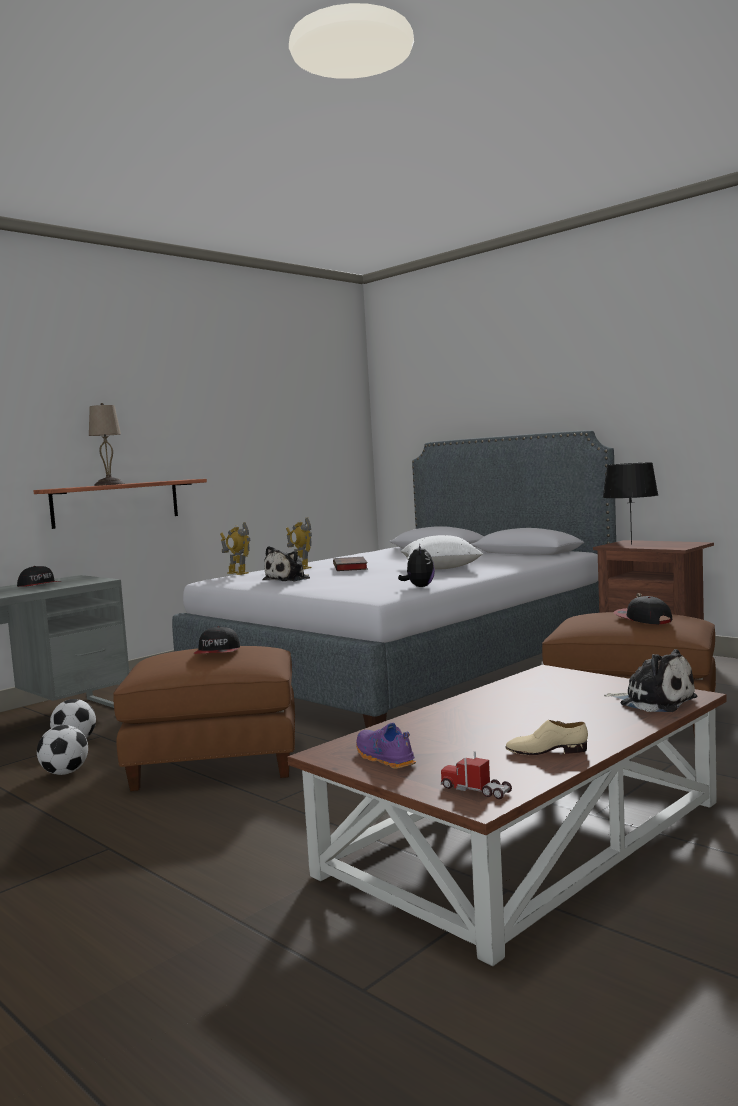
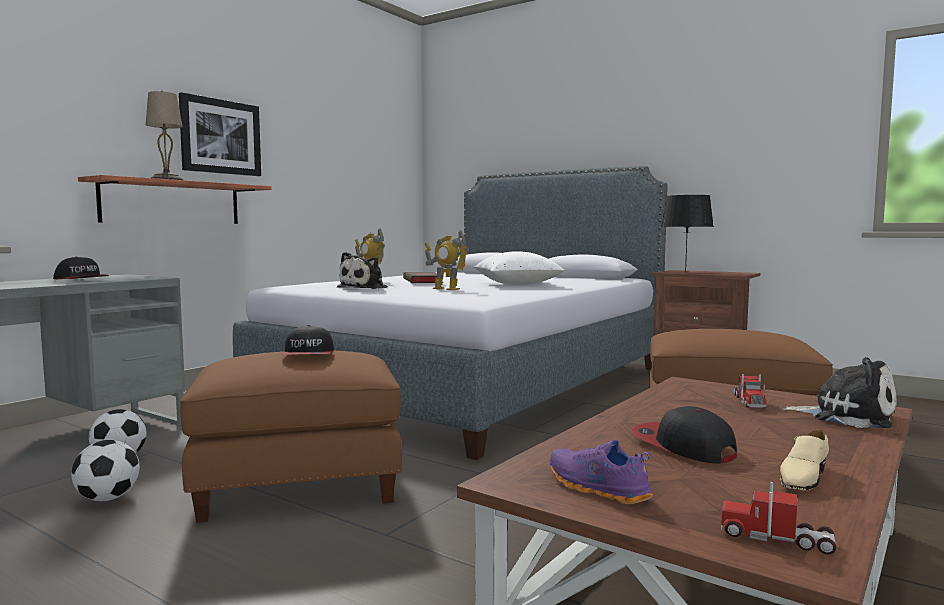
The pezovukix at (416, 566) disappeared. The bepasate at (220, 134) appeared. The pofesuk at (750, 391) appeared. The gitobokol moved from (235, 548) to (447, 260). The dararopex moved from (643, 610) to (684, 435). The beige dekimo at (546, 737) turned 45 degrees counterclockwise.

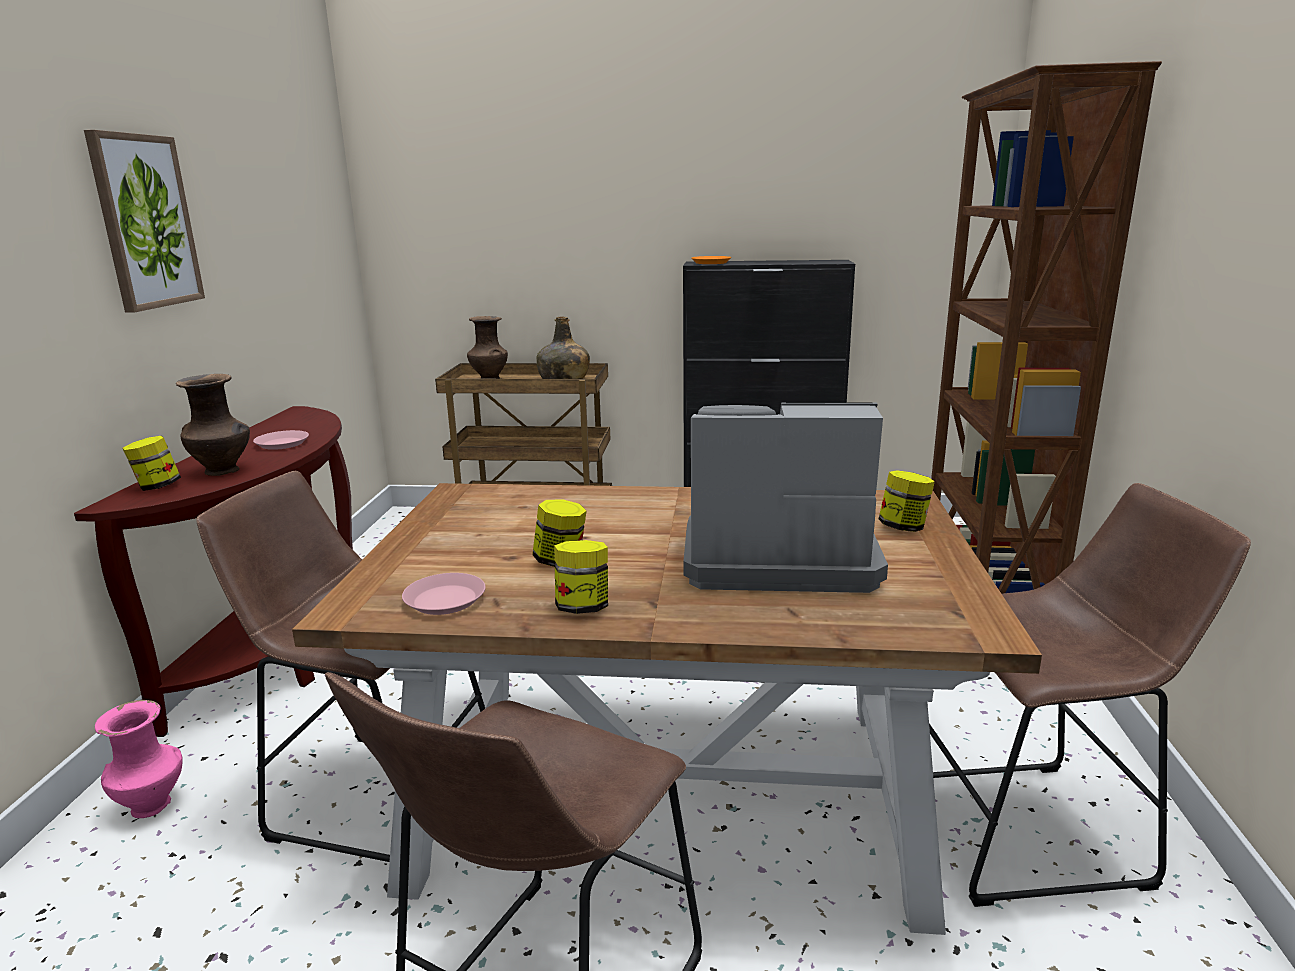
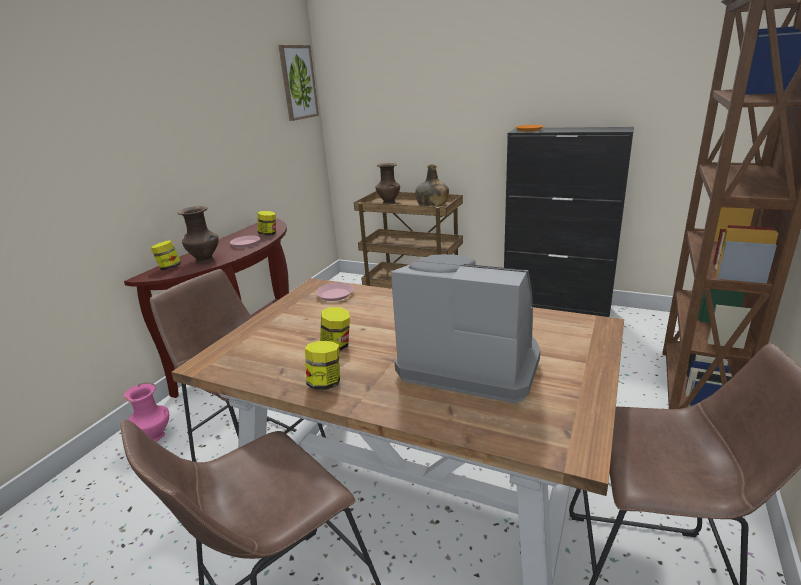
The bepasate moved from (144, 221) to (298, 83). The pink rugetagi moved from (444, 594) to (335, 292). The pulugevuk moved from (906, 501) to (266, 223).

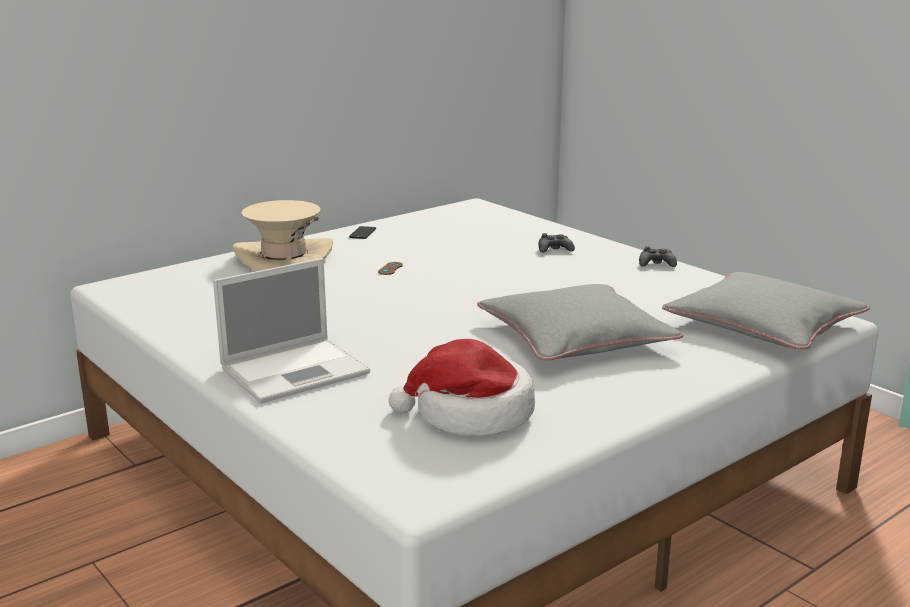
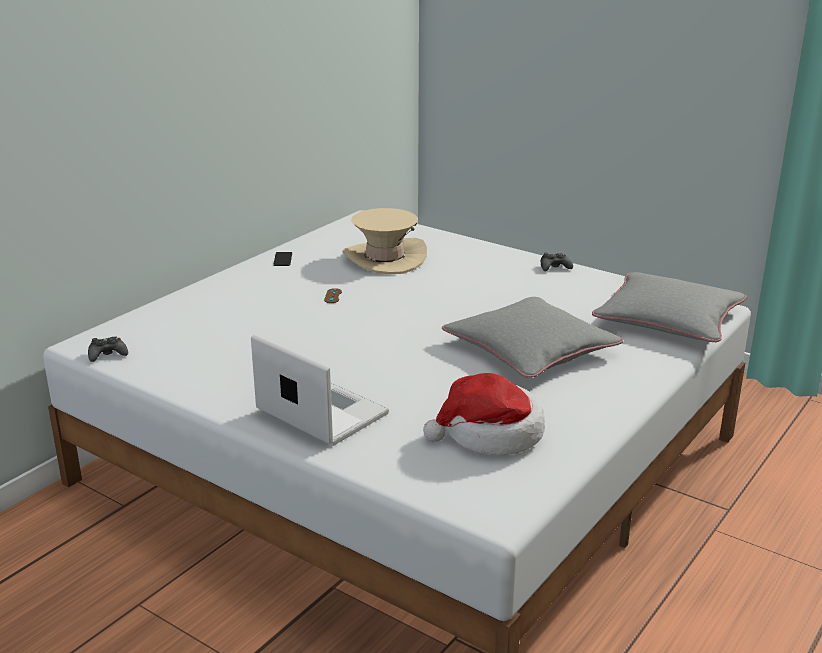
The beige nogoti moved from (283, 235) to (385, 241). The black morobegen moved from (557, 243) to (108, 349). The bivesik at (291, 331) turned 90 degrees counterclockwise.

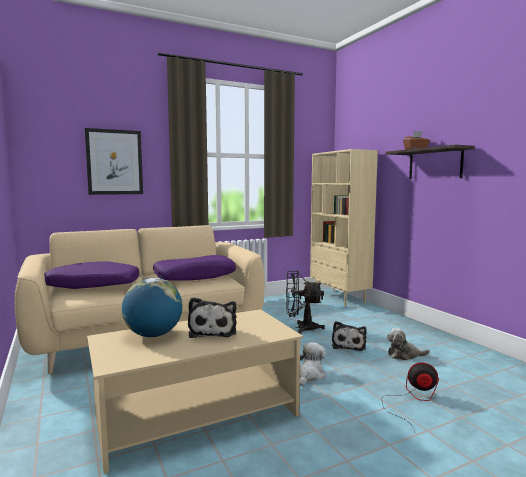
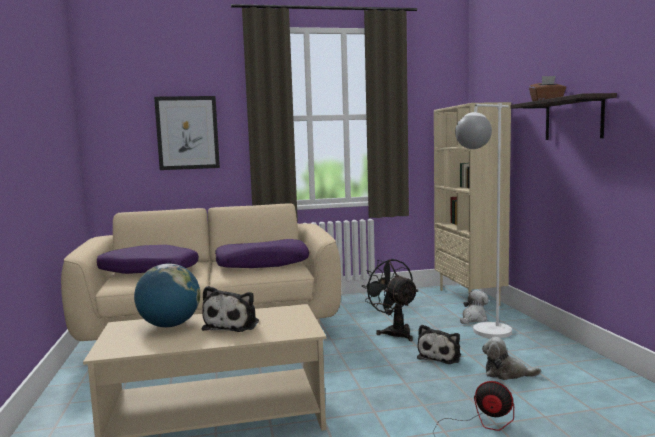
The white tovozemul at (483, 220) appeared. The pezovukix moved from (313, 363) to (474, 307). The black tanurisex at (305, 302) turned 45 degrees clockwise.

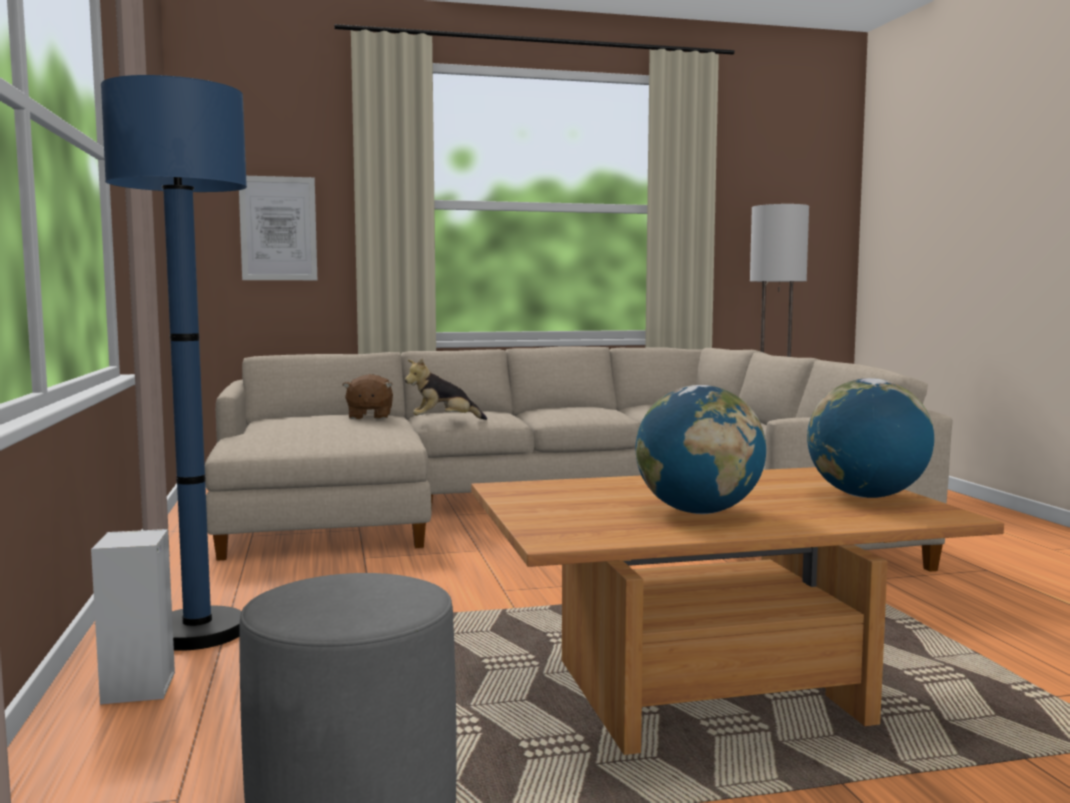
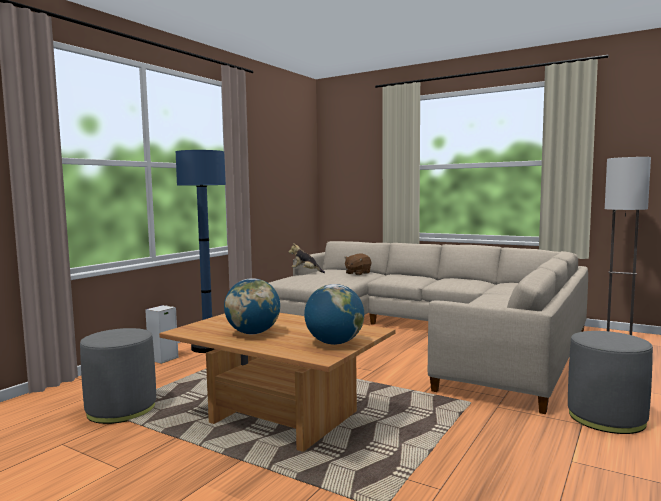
The bepasate at (278, 228) disappeared. The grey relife at (610, 382) appeared. The pezovukix moved from (446, 389) to (307, 258).

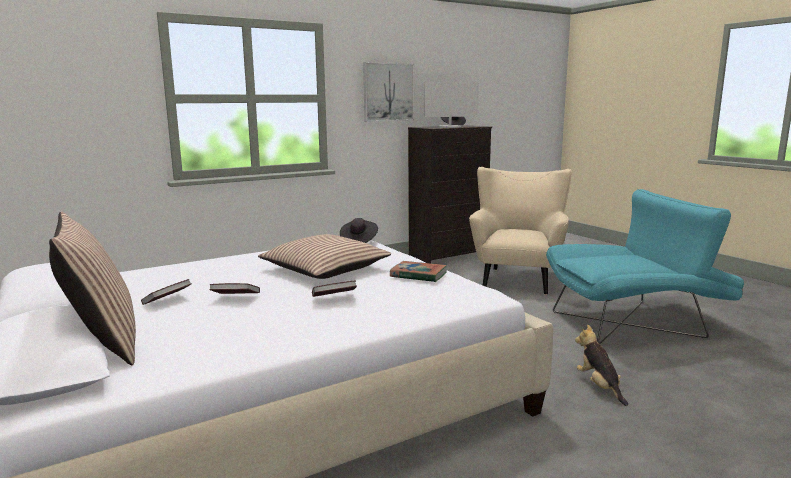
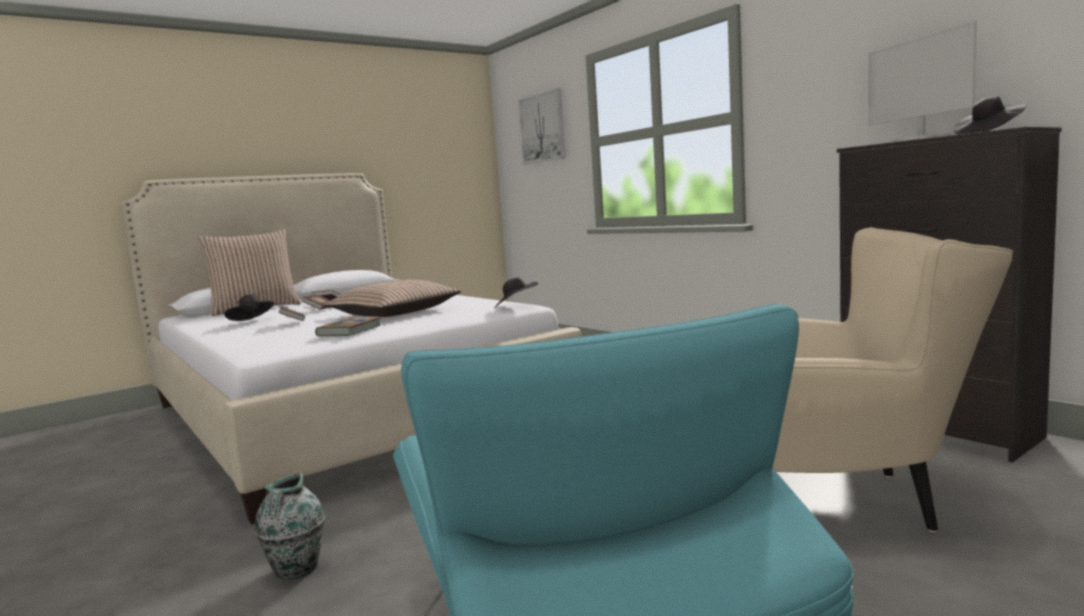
The black nogoti at (249, 307) appeared. The bepasate moved from (388, 92) to (542, 126). The pezovukix at (601, 365) was replaced by the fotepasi at (290, 526).

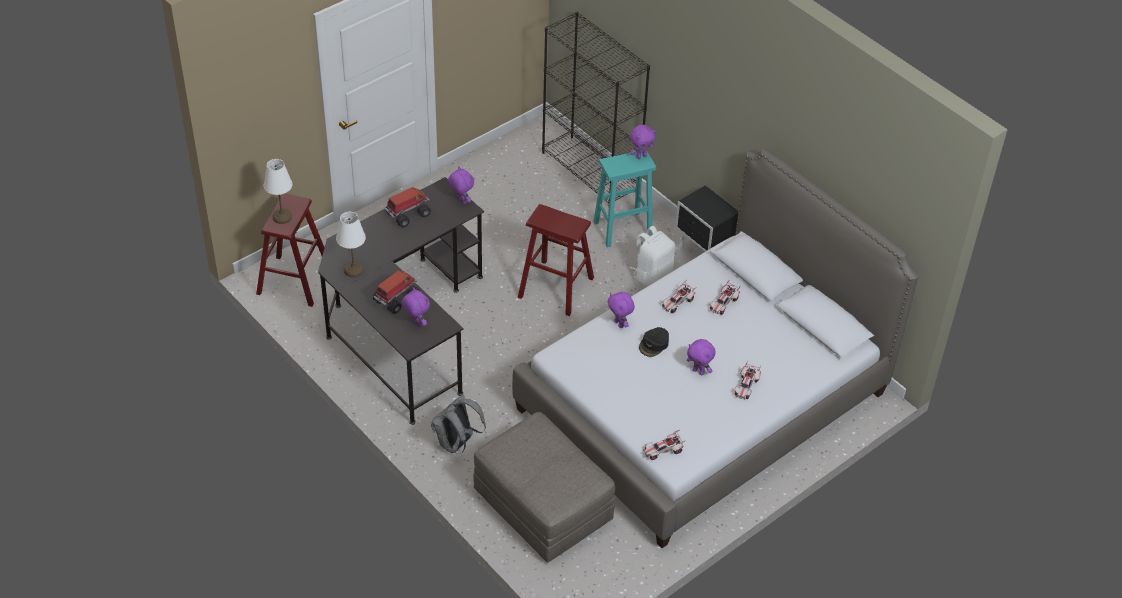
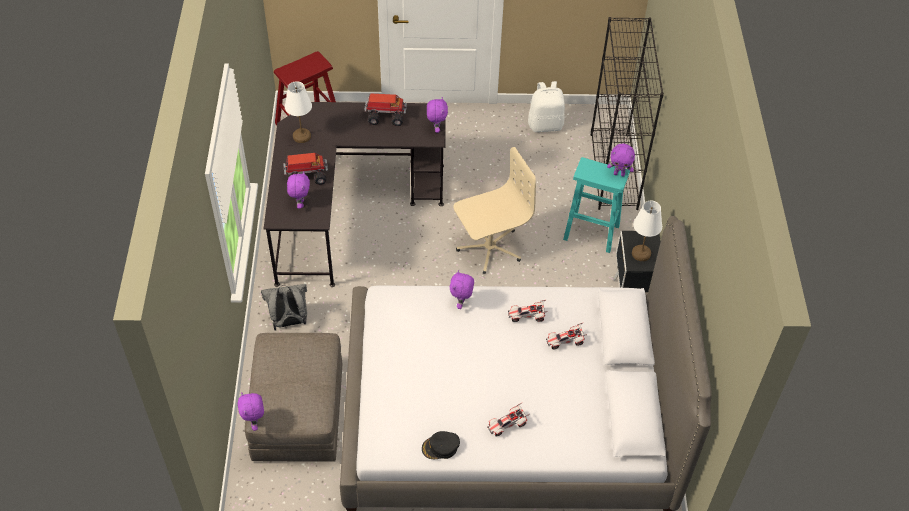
The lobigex at (664, 445) disappeared. The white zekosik moved from (278, 191) to (647, 231). The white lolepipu moved from (652, 256) to (546, 106). The black dararopex moved from (654, 342) to (441, 445). The purple pezovukix moved from (701, 357) to (251, 412). The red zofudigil at (556, 260) was replaced by the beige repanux at (494, 210).

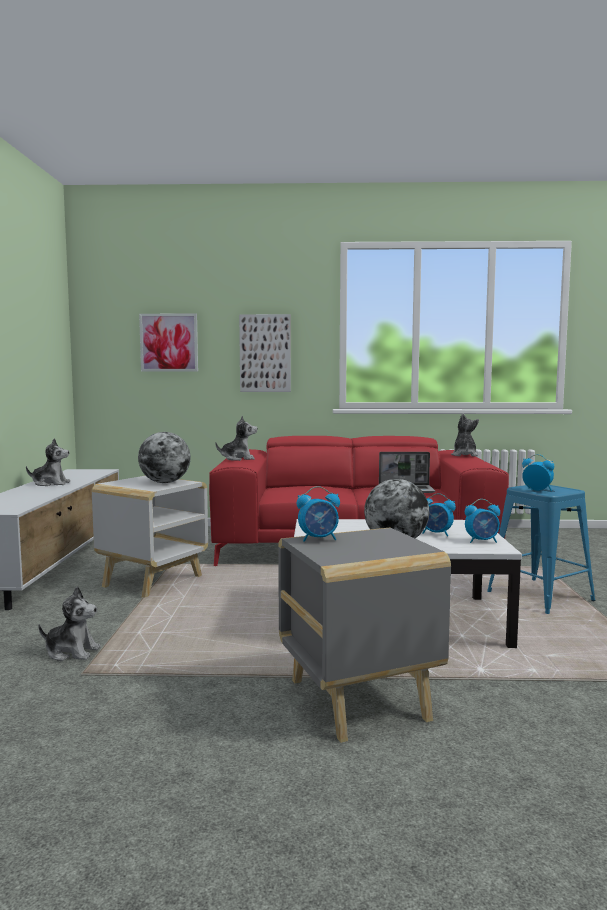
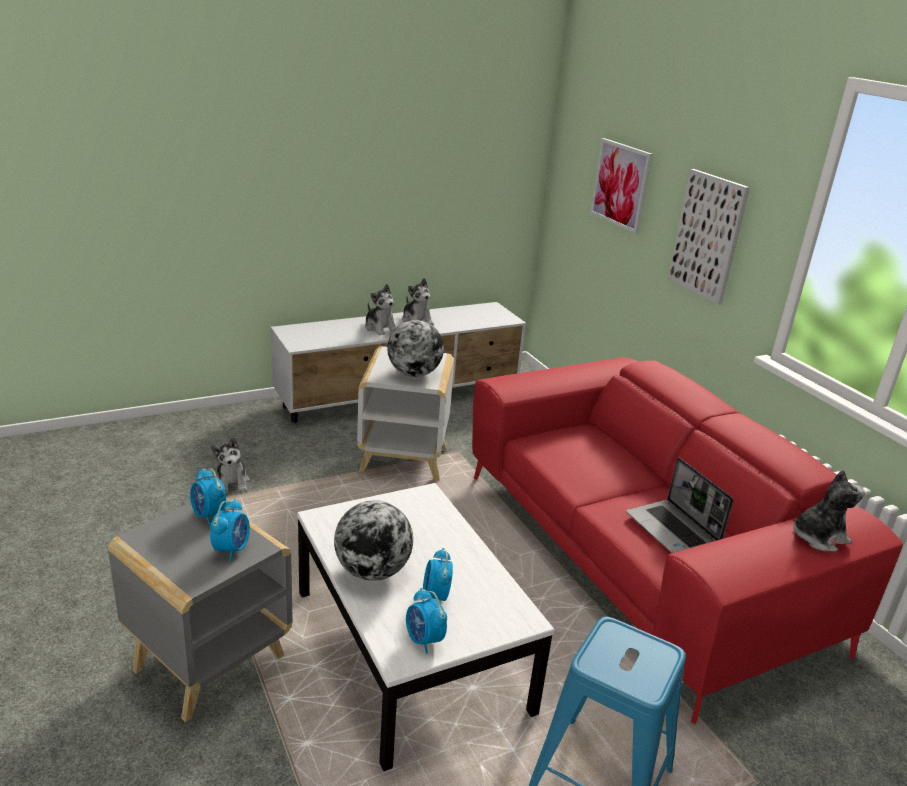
The pezovukix moved from (236, 438) to (380, 310). The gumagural moved from (538, 472) to (230, 530).

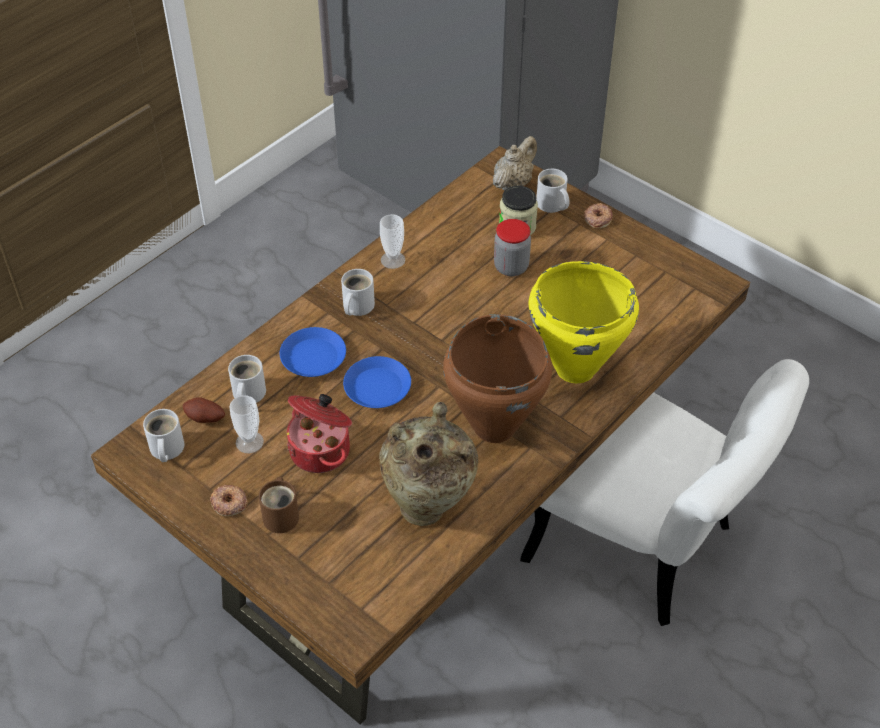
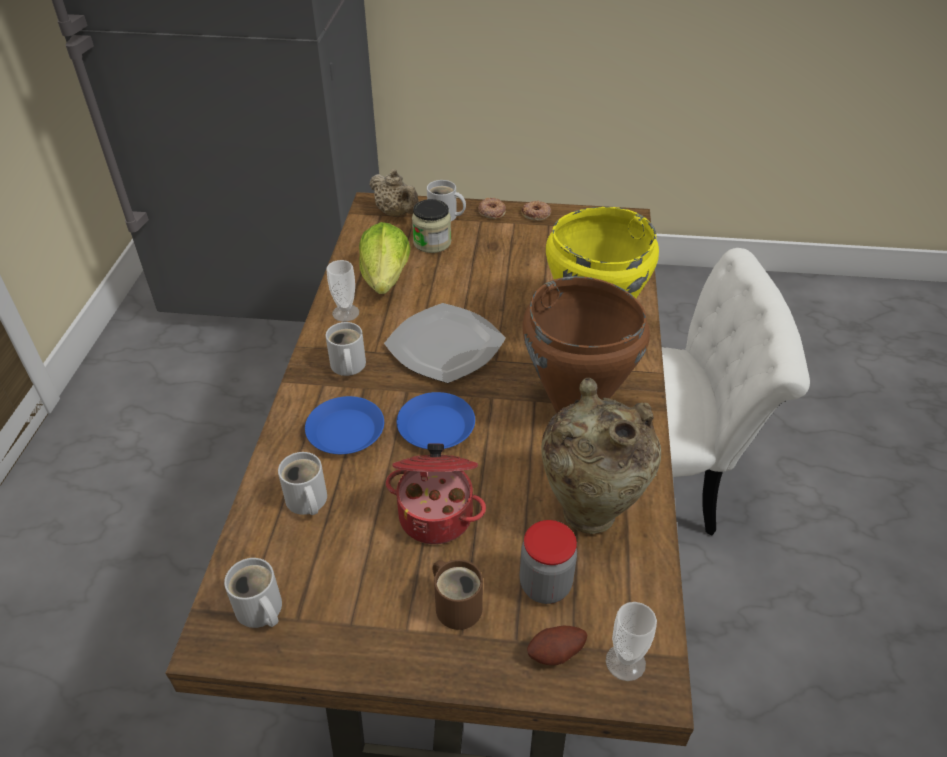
The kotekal at (384, 258) appeared. The rugetagi at (445, 343) appeared. The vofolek moved from (204, 410) to (557, 645). The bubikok moved from (229, 500) to (536, 211). The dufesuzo moved from (246, 424) to (631, 641). The pulugevuk moved from (512, 247) to (548, 562). The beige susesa at (515, 163) turned 135 degrees clockwise.

